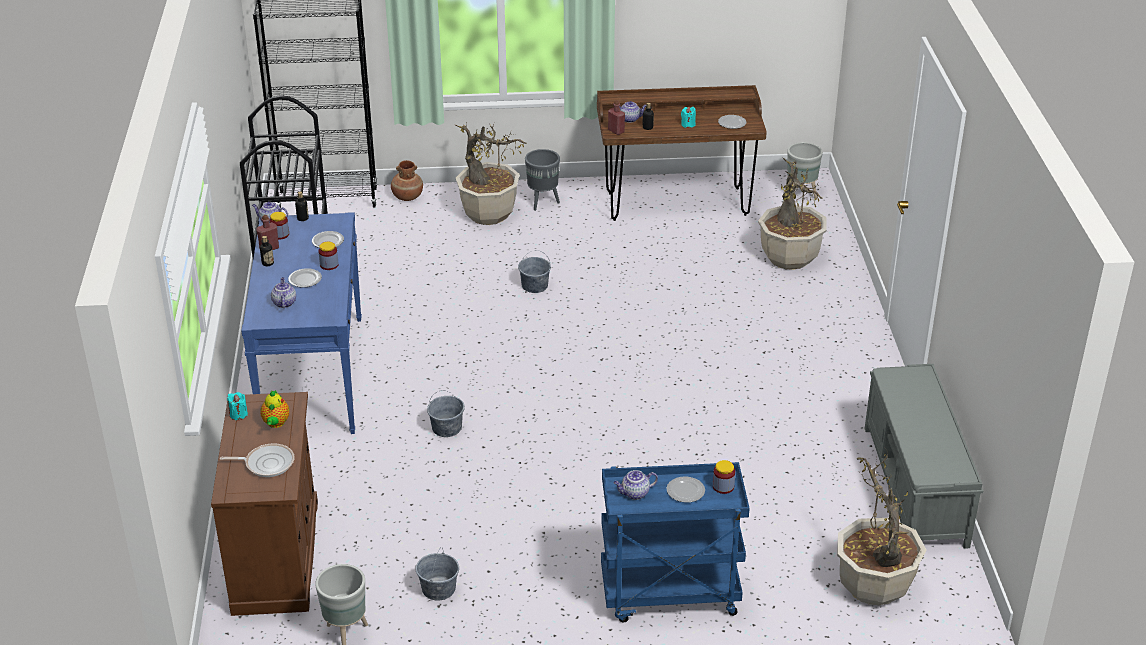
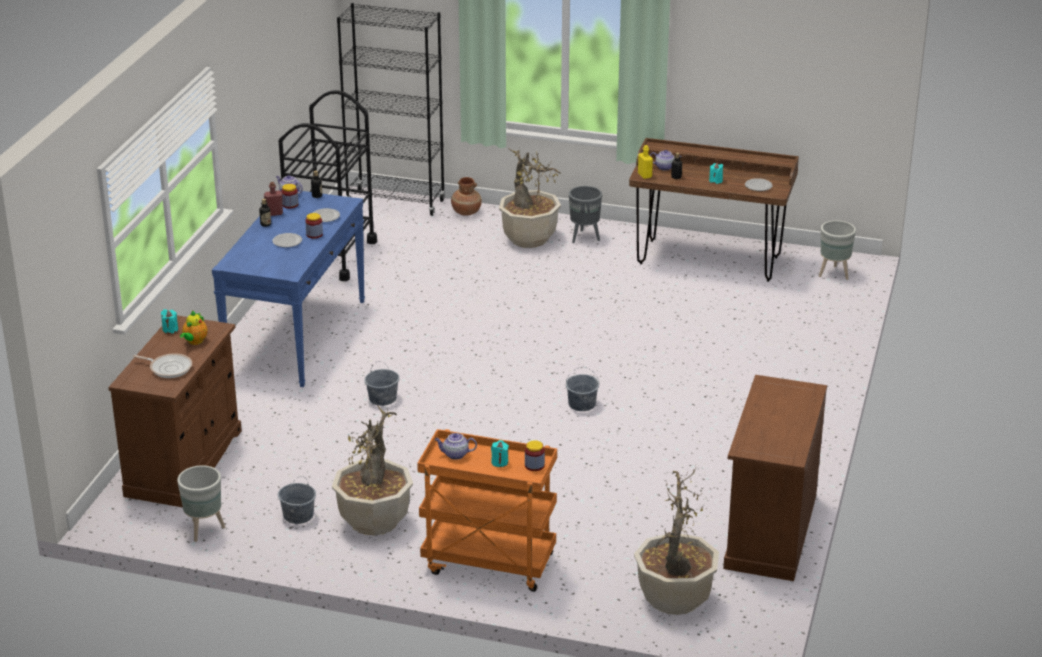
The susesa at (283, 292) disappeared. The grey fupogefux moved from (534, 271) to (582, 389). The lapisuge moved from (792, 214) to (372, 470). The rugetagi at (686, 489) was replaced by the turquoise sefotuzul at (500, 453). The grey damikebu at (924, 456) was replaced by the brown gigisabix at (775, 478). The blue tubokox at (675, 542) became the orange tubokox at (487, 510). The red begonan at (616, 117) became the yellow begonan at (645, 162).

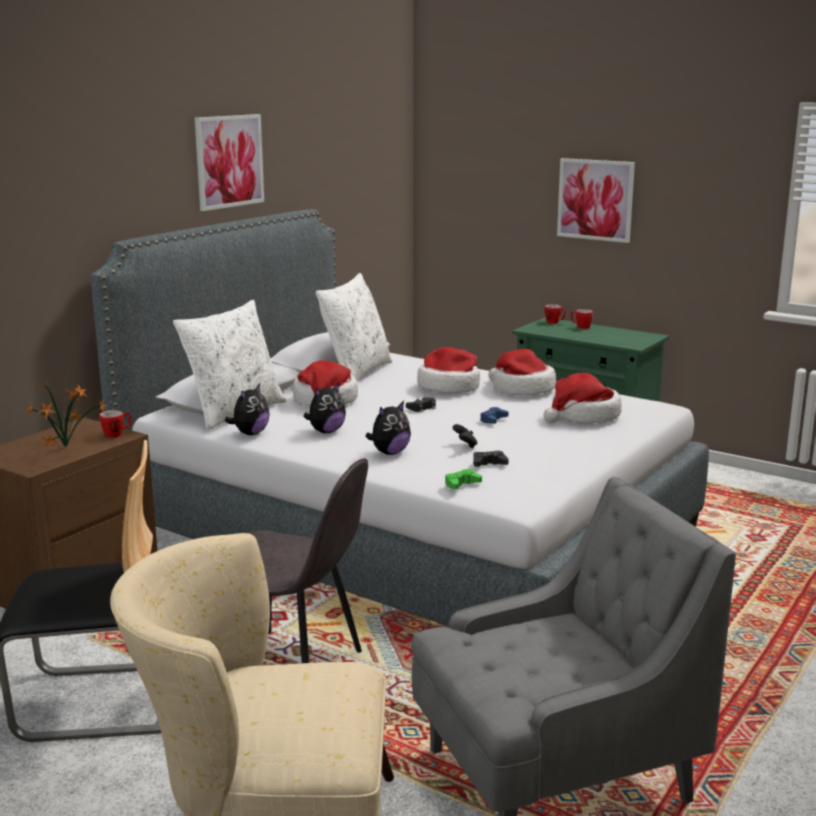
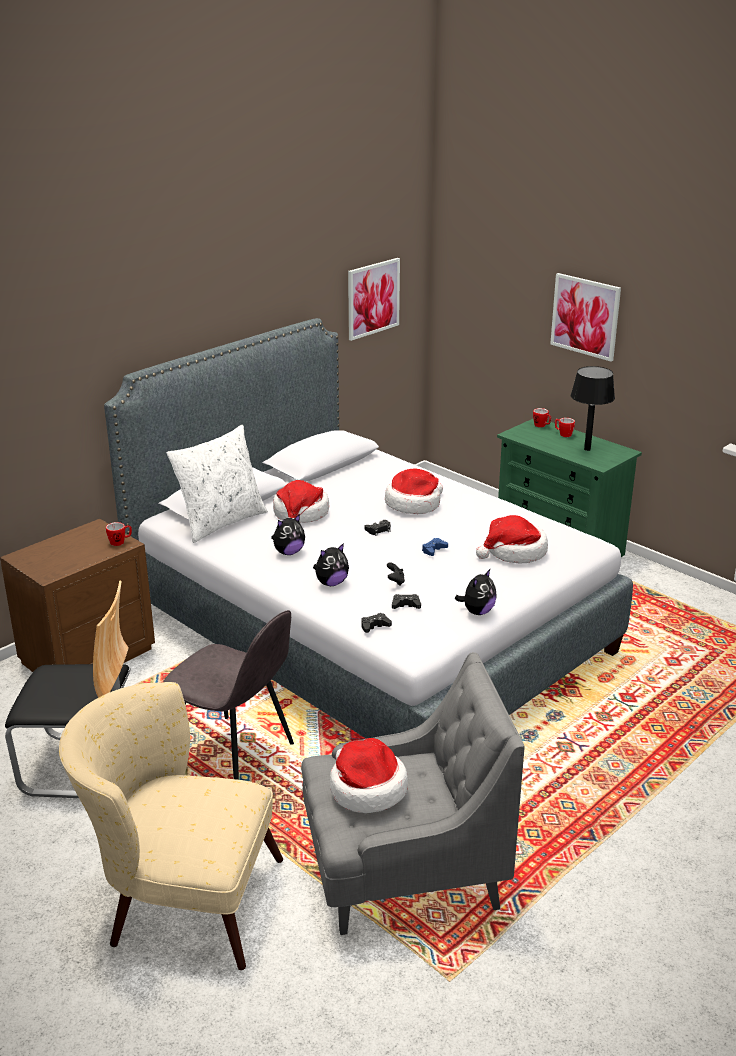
The lapisuge at (66, 415) disappeared. The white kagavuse at (354, 327) disappeared. The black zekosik at (593, 408) appeared. The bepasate moved from (229, 162) to (374, 299). The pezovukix moved from (247, 409) to (476, 592). The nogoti moved from (522, 372) to (369, 775). The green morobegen at (463, 479) became the black morobegen at (376, 623).

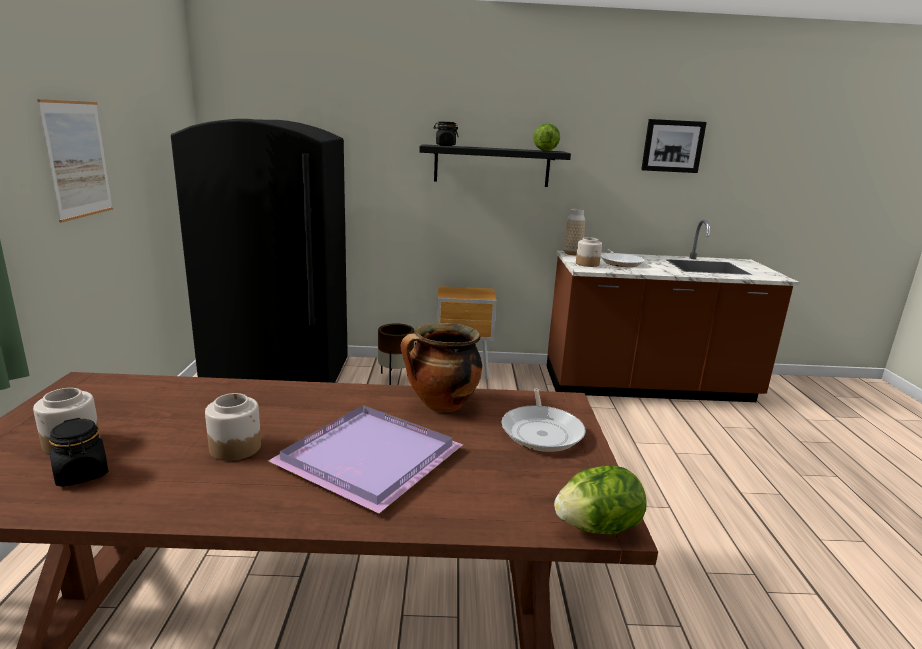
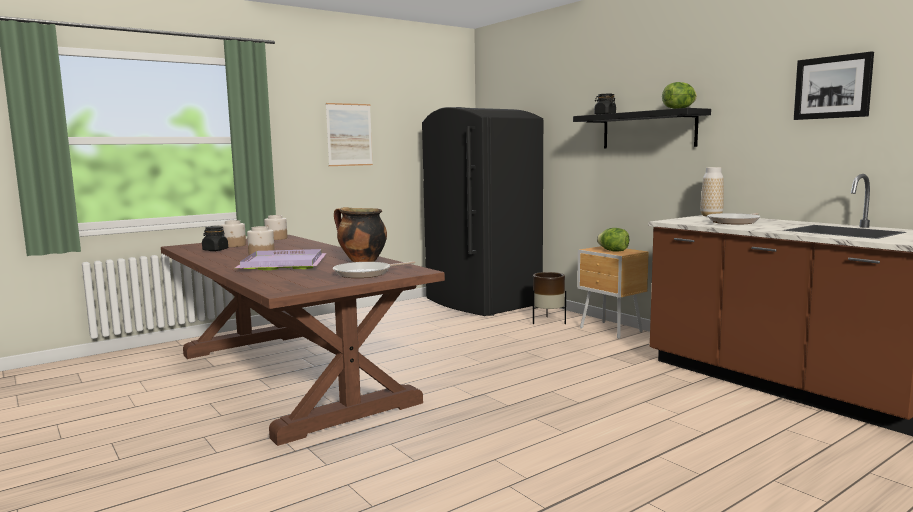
The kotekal moved from (600, 500) to (613, 240). The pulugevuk moved from (589, 252) to (275, 227).

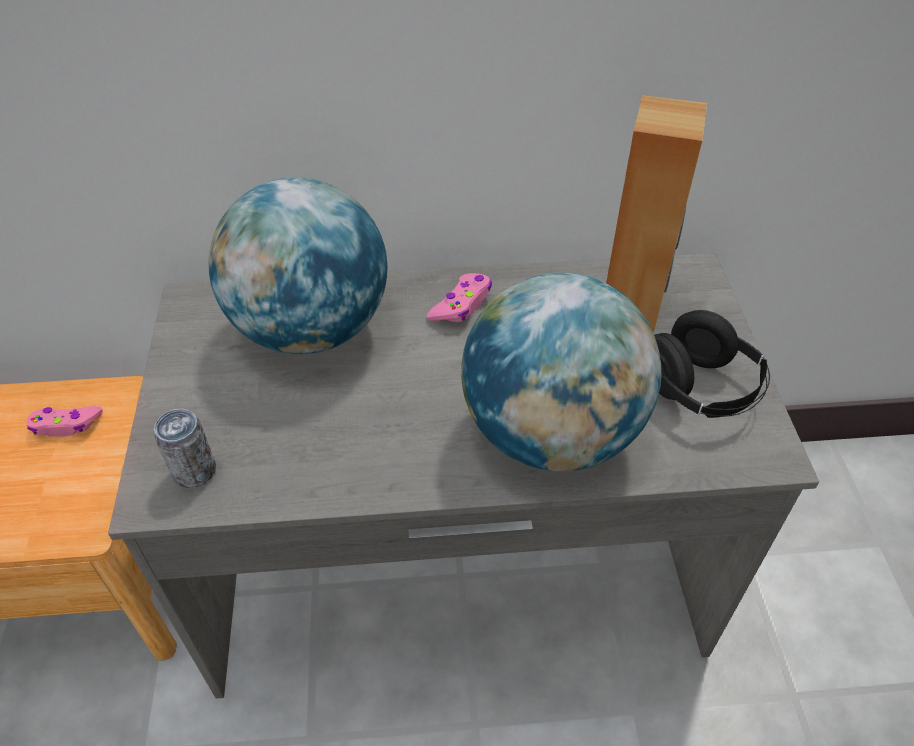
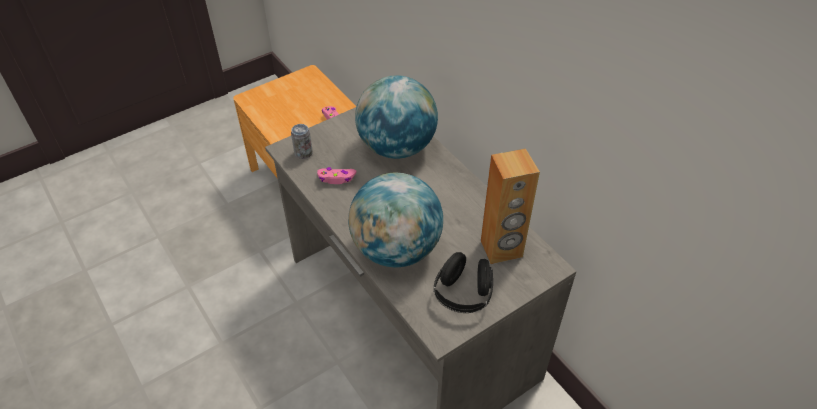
The pink morobegen moved from (459, 297) to (336, 175).

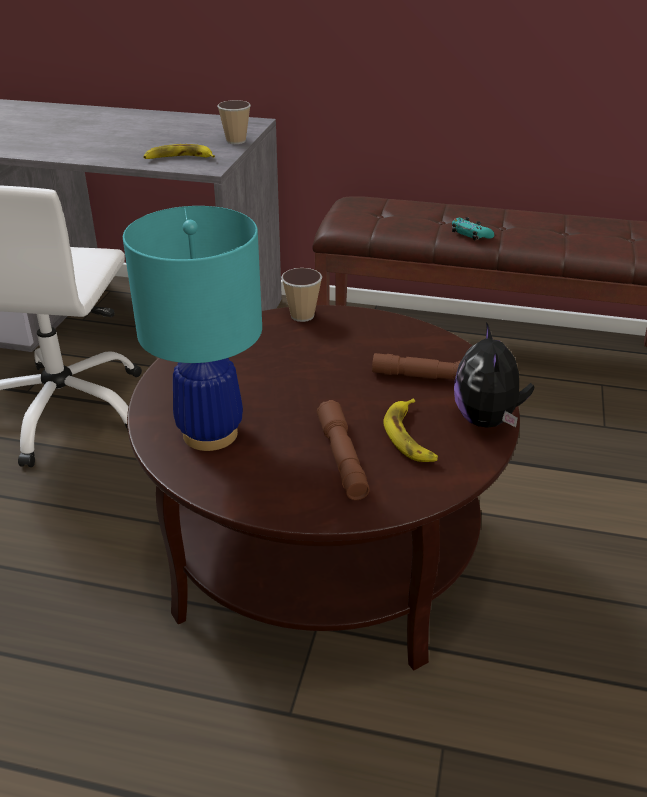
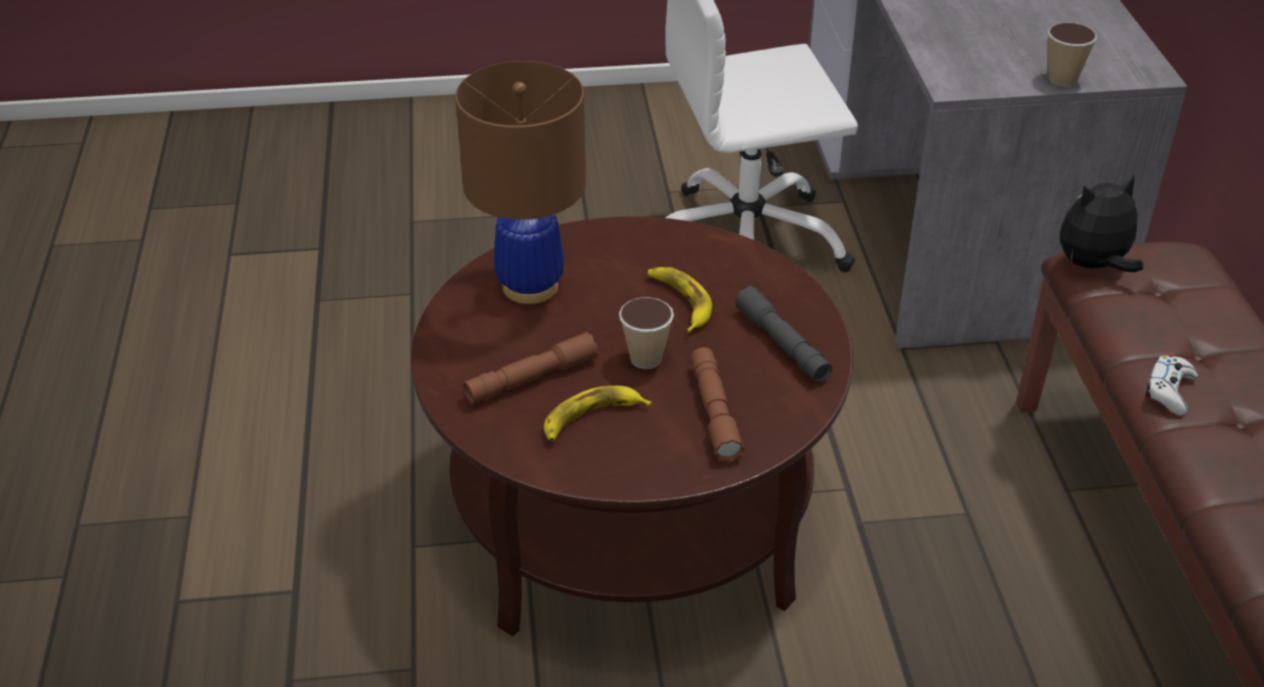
The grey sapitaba at (783, 334) appeared. The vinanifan moved from (179, 151) to (680, 300). The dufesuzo moved from (301, 295) to (646, 333). The pezovukix moved from (494, 375) to (1101, 223). The turquoise zekosik at (192, 328) became the brown zekosik at (520, 182). The turquoise morobegen at (473, 228) became the white morobegen at (1171, 385).

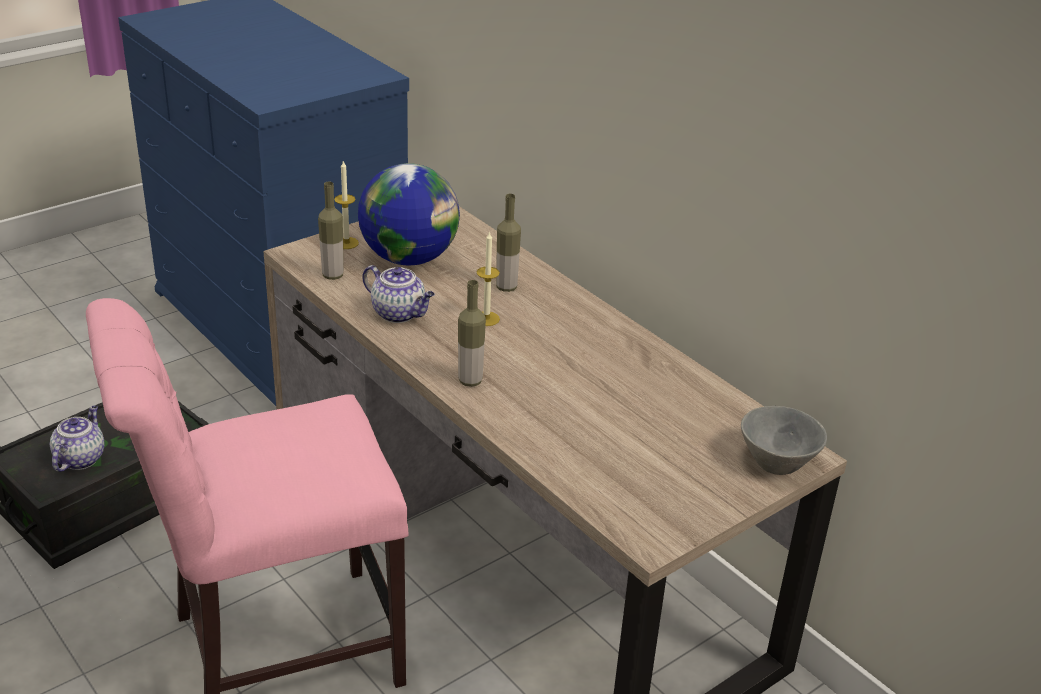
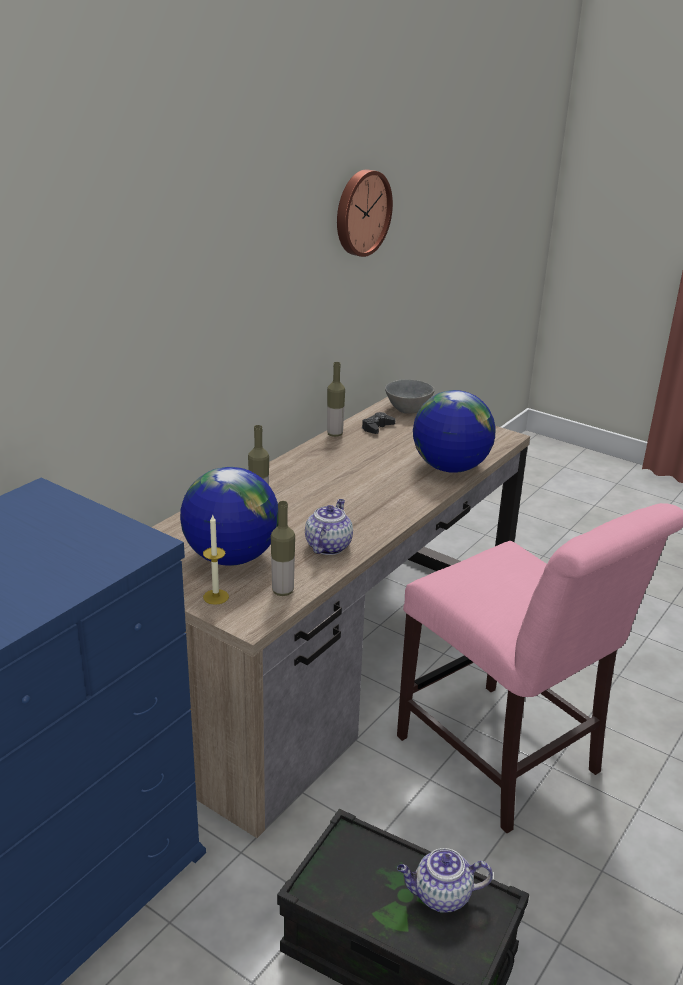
The sefotuzul at (488, 278) disappeared. The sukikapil at (365, 213) appeared. The black morobegen at (379, 423) appeared. The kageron at (454, 431) appeared. The begonan moved from (472, 333) to (336, 399).

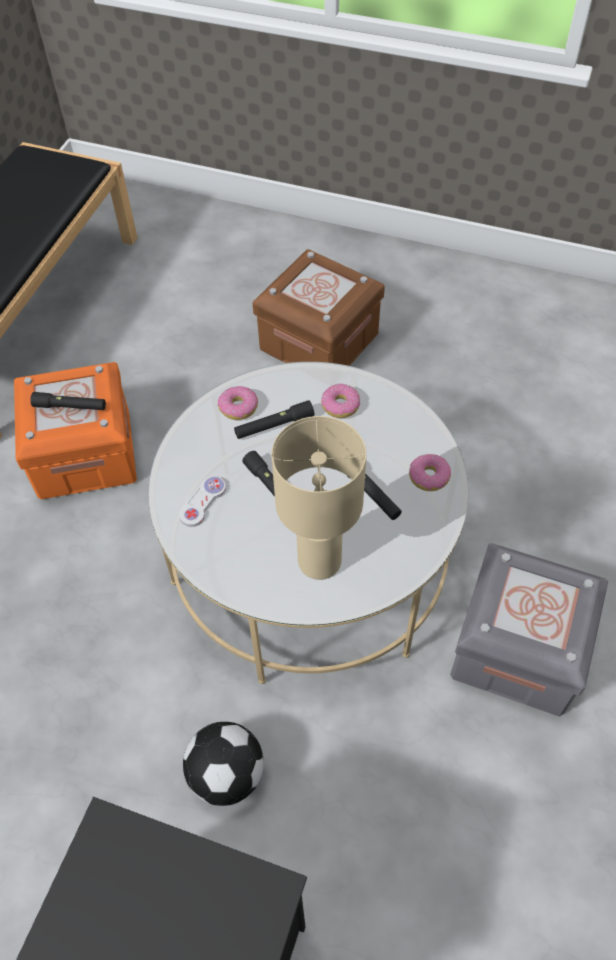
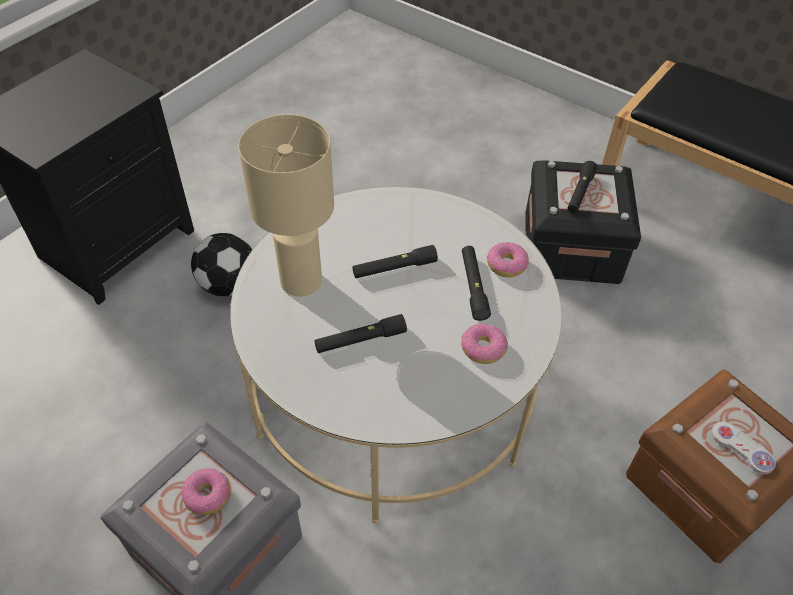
The white morobegen moved from (202, 501) to (743, 448). The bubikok moved from (430, 472) to (206, 491). The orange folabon at (75, 430) became the black folabon at (583, 222).

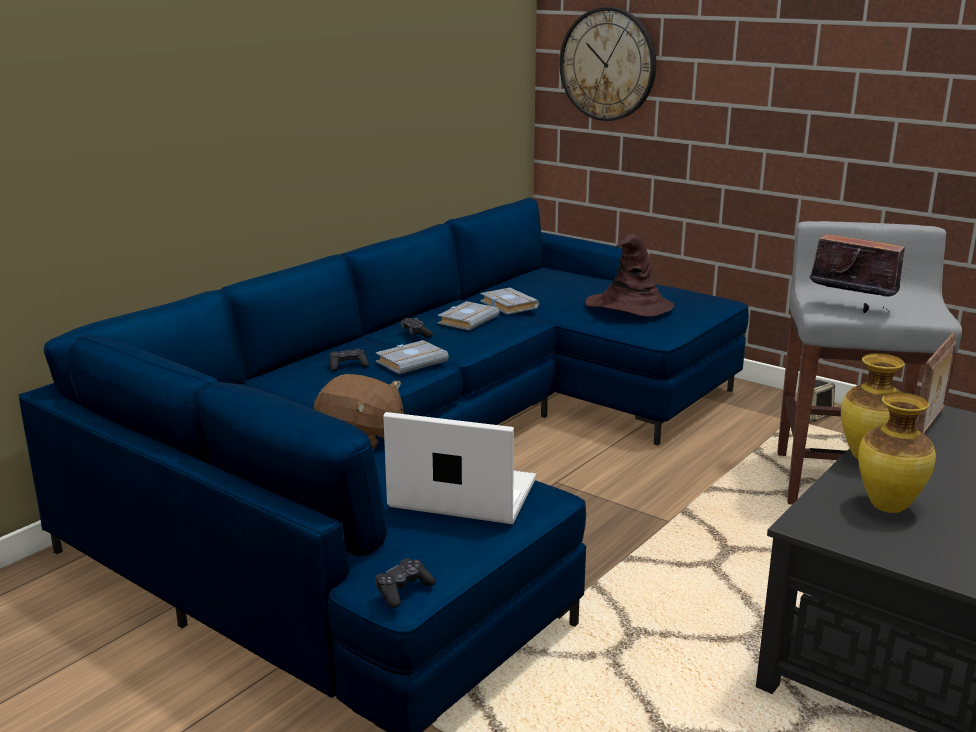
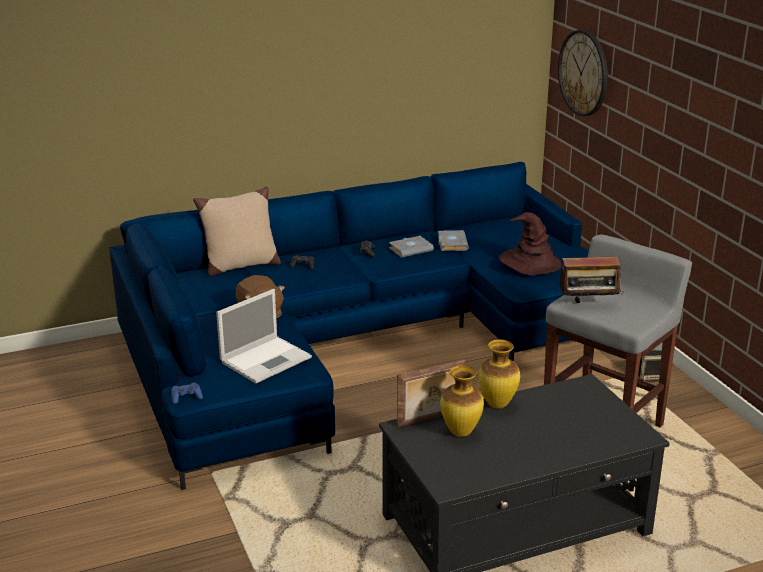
The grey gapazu at (412, 357) disappeared. The beige kagavuse at (237, 231) appeared. The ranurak moved from (935, 383) to (431, 393). The black morobegen at (405, 583) became the blue morobegen at (187, 393). The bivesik at (459, 468) turned 90 degrees clockwise. The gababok at (857, 267) turned 120 degrees clockwise.

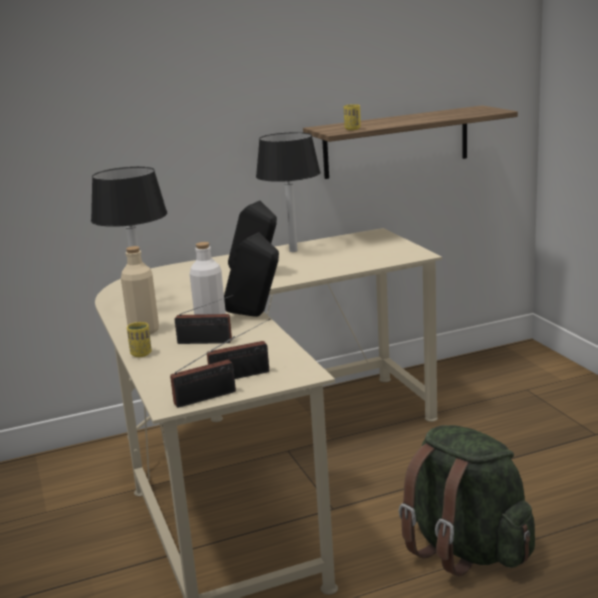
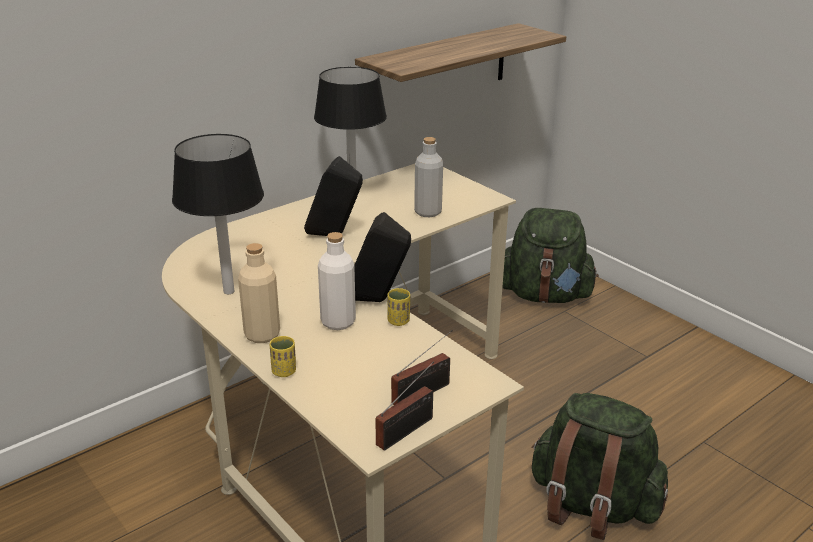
The gababok at (204, 319) disappeared. The grey begonan at (428, 177) appeared. The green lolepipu at (550, 255) appeared. The yellow dufesuzo moved from (352, 117) to (398, 307).

